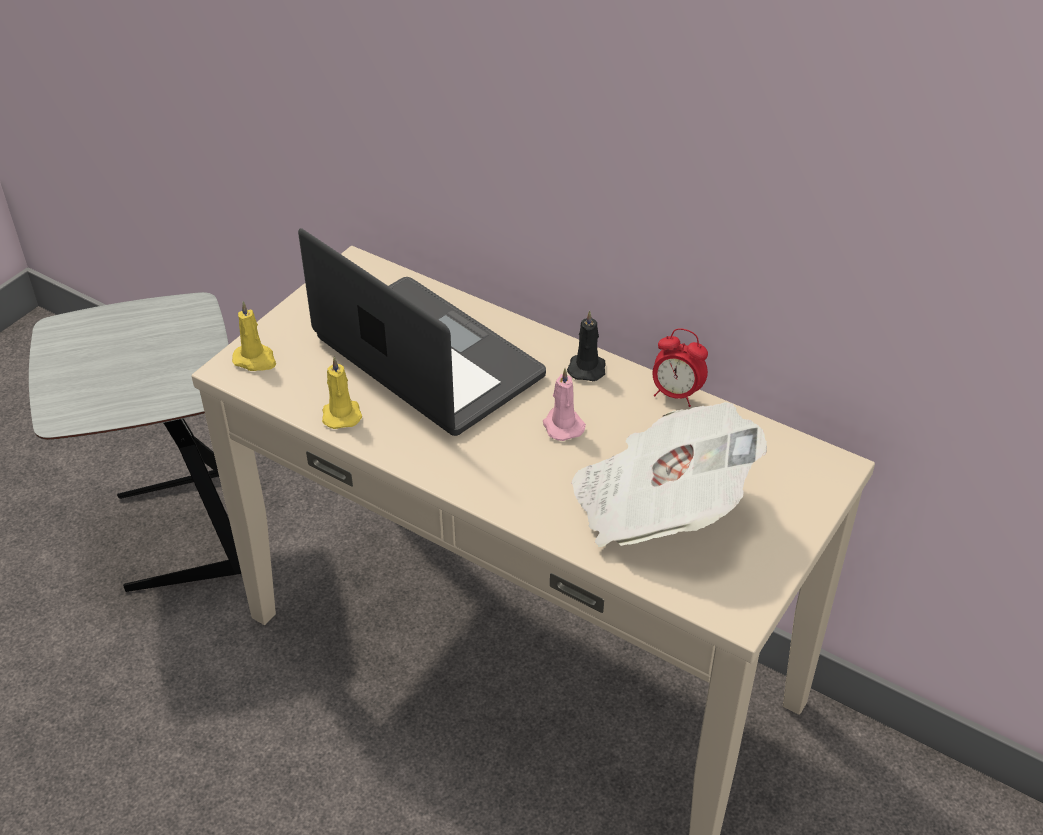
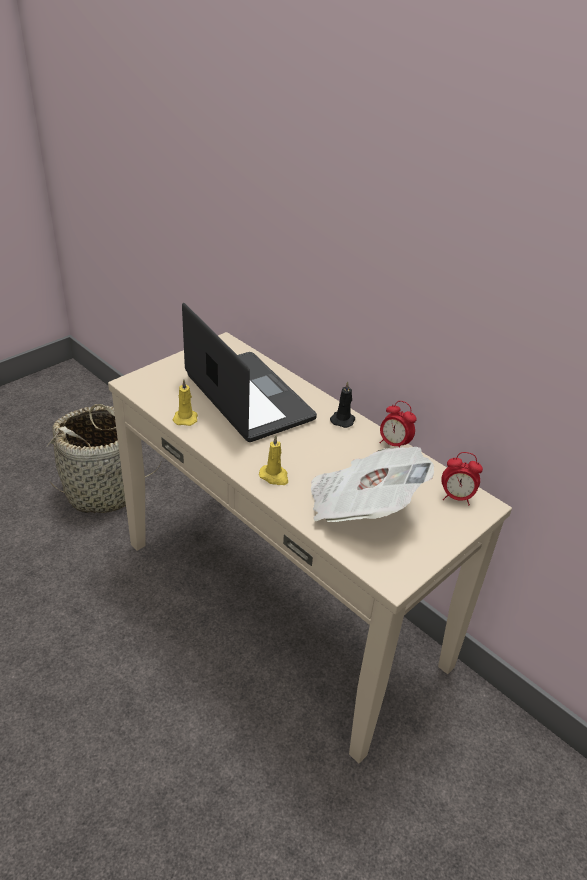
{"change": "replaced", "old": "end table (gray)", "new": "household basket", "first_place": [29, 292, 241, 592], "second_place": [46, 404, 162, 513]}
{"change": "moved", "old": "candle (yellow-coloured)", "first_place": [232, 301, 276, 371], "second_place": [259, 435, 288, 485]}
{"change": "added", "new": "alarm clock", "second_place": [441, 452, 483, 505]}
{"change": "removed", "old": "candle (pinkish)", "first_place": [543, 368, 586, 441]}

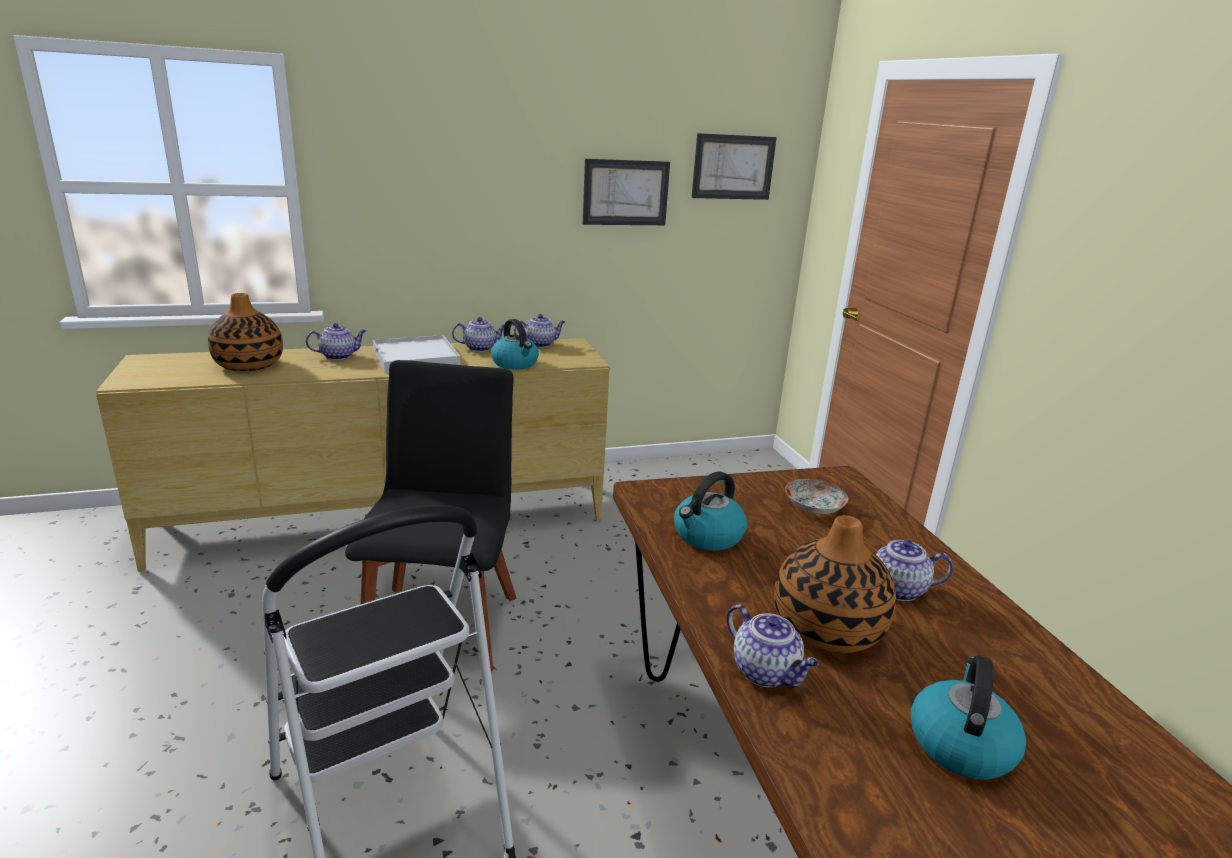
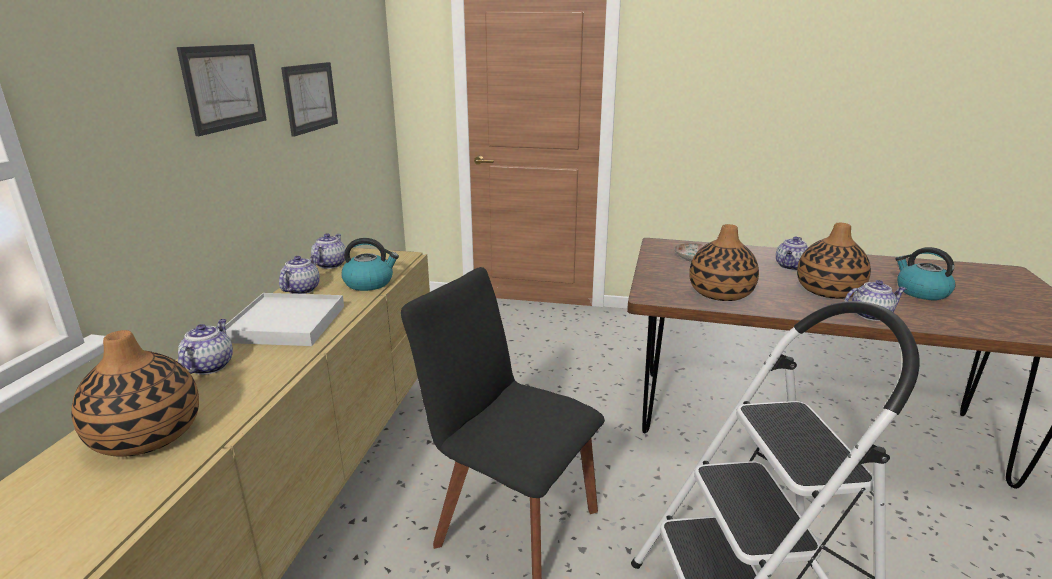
{"change": "moved", "old": "wall picture", "first_place": [691, 133, 777, 200], "second_place": [177, 44, 266, 136]}
{"change": "replaced", "old": "kettle", "new": "flower vase", "first_place": [674, 471, 747, 551], "second_place": [689, 224, 759, 301]}

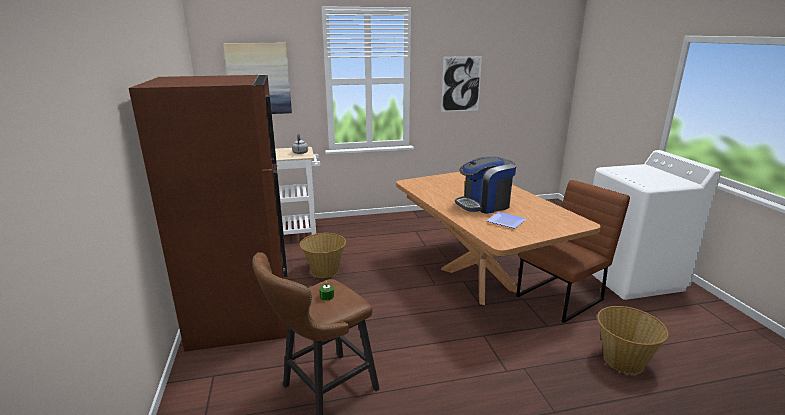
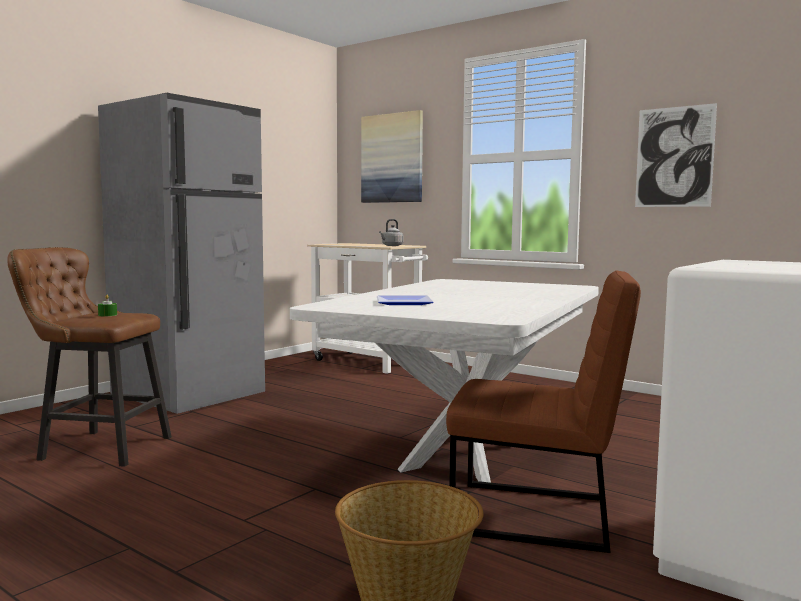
{"change": "recoloured", "old": "refrigerator (brown-coloured)", "new": "refrigerator (gray)", "first_place": [129, 75, 288, 352], "second_place": [98, 93, 265, 414]}
{"change": "recoloured", "old": "kitchen table (brown-coloured)", "new": "kitchen table (white-coloured)", "first_place": [396, 172, 601, 305], "second_place": [290, 279, 599, 483]}
{"change": "removed", "old": "household basket", "first_place": [300, 233, 346, 278]}
{"change": "removed", "old": "coffee maker", "first_place": [455, 156, 516, 214]}

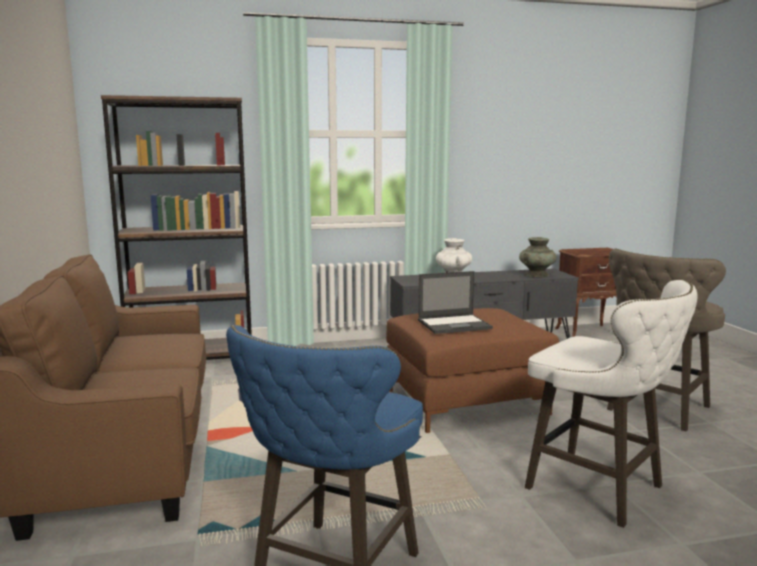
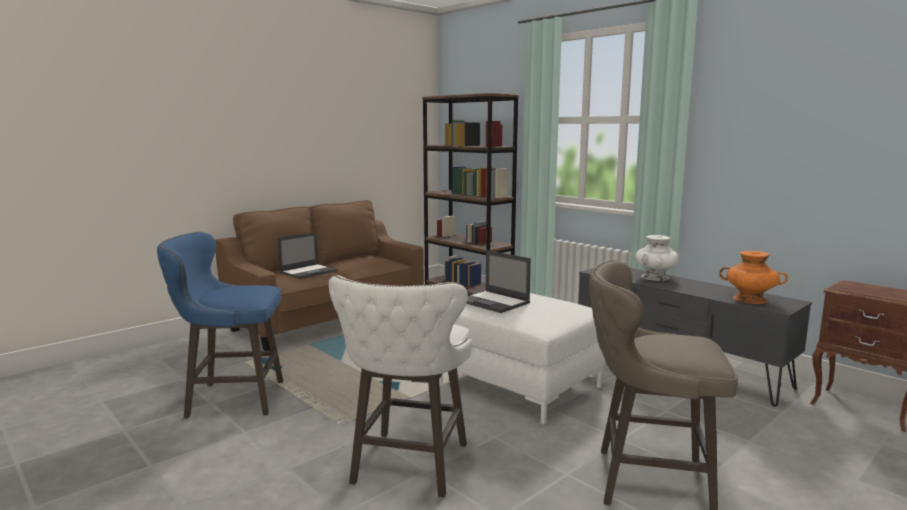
{"change": "added", "new": "laptop", "second_place": [278, 232, 337, 279]}
{"change": "recoloured", "old": "pouffe (brown-coloured)", "new": "pouffe (white-coloured)", "first_place": [386, 308, 559, 433], "second_place": [439, 293, 606, 424]}
{"change": "recoloured", "old": "flower vase (turquoise-coloured)", "new": "flower vase (orange-coloured)", "first_place": [519, 237, 557, 277], "second_place": [719, 251, 788, 304]}

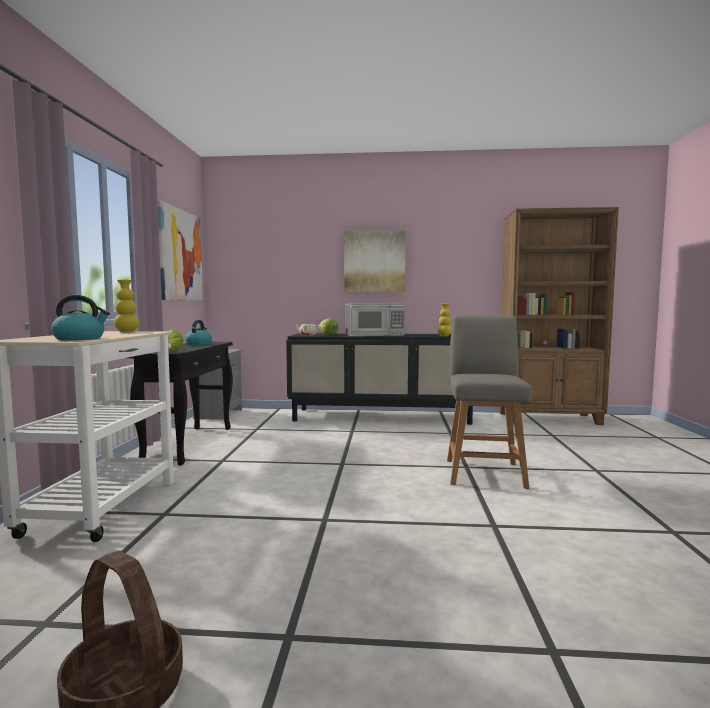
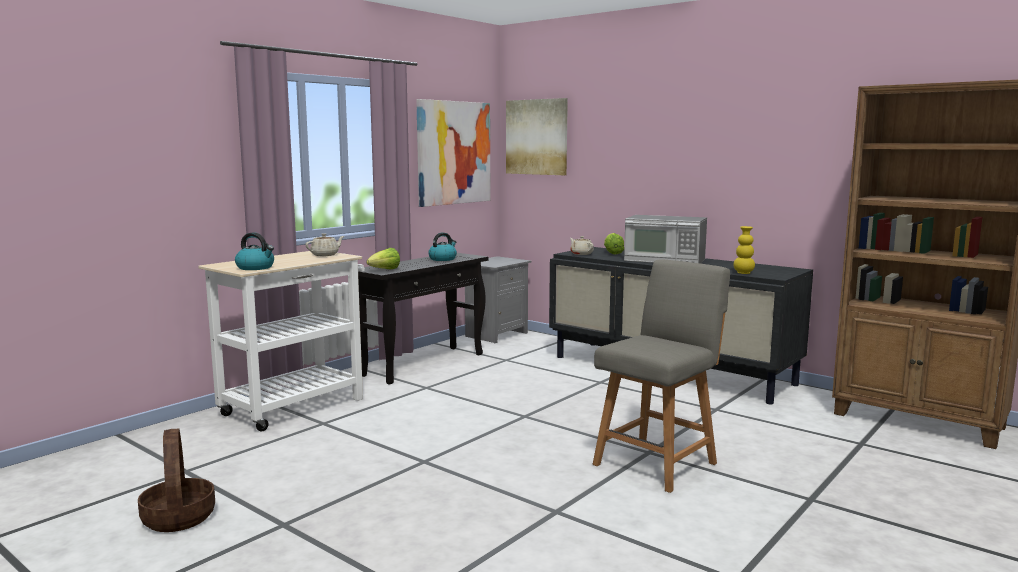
{"change": "replaced", "old": "flower vase (yellow-coloured)", "new": "pot for tea (beige-coloured)", "first_place": [114, 280, 139, 332], "second_place": [305, 233, 344, 256]}
{"change": "moved", "old": "wall picture", "first_place": [344, 230, 406, 292], "second_place": [506, 98, 568, 175]}

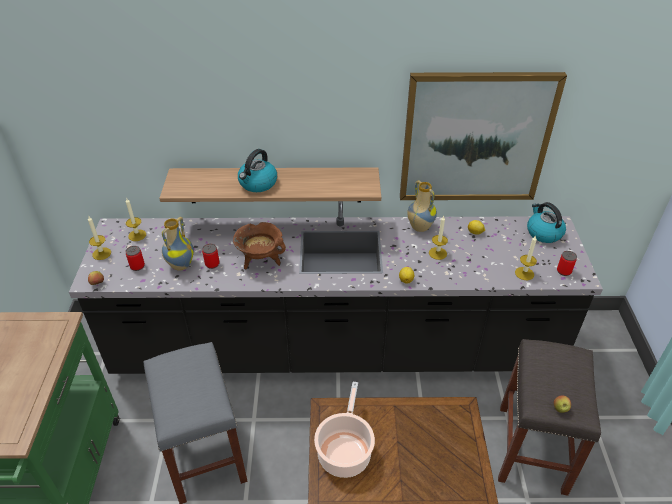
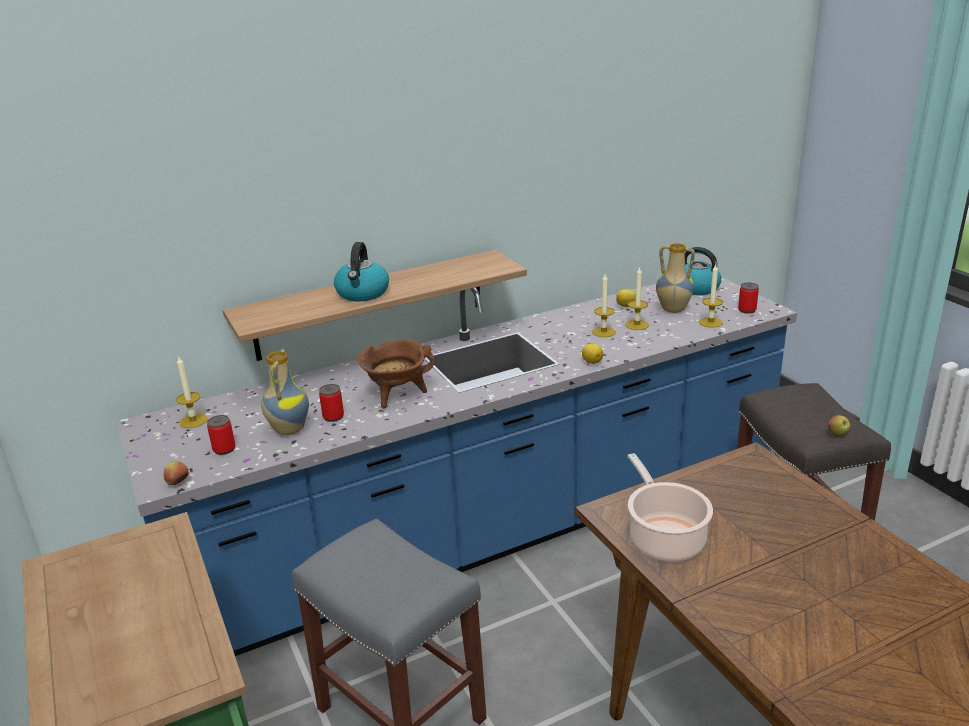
{"change": "recoloured", "old": "kitchen counter (black-coloured)", "new": "kitchen counter (blue)", "first_place": [69, 201, 603, 374], "second_place": [117, 277, 797, 656]}
{"change": "moved", "old": "candle", "first_place": [88, 216, 111, 260], "second_place": [625, 266, 649, 330]}
{"change": "moved", "old": "flower vase", "first_place": [407, 180, 437, 232], "second_place": [656, 243, 695, 313]}
{"change": "removed", "old": "wall picture", "first_place": [400, 72, 567, 200]}

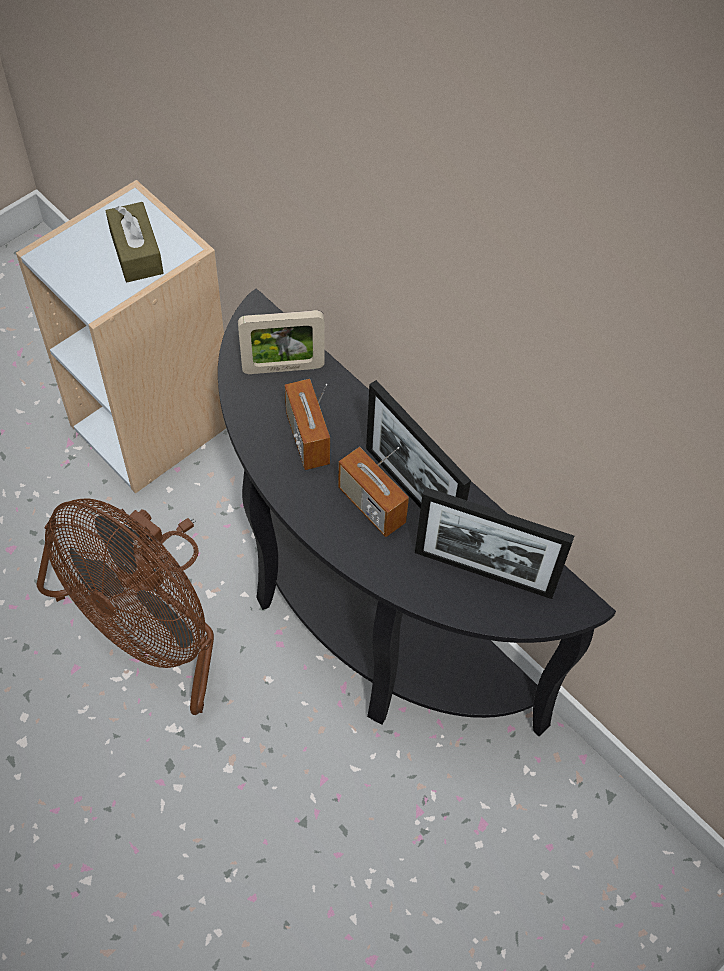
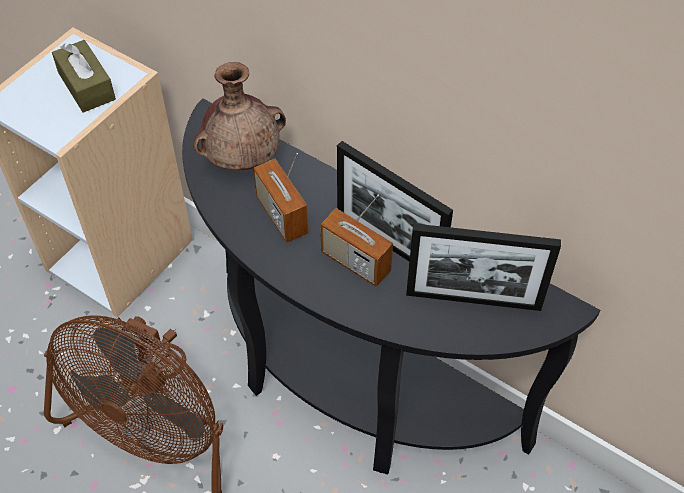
{"change": "replaced", "old": "photo frame", "new": "flower vase (brown-coloured)", "first_place": [238, 310, 325, 374], "second_place": [193, 62, 286, 170]}

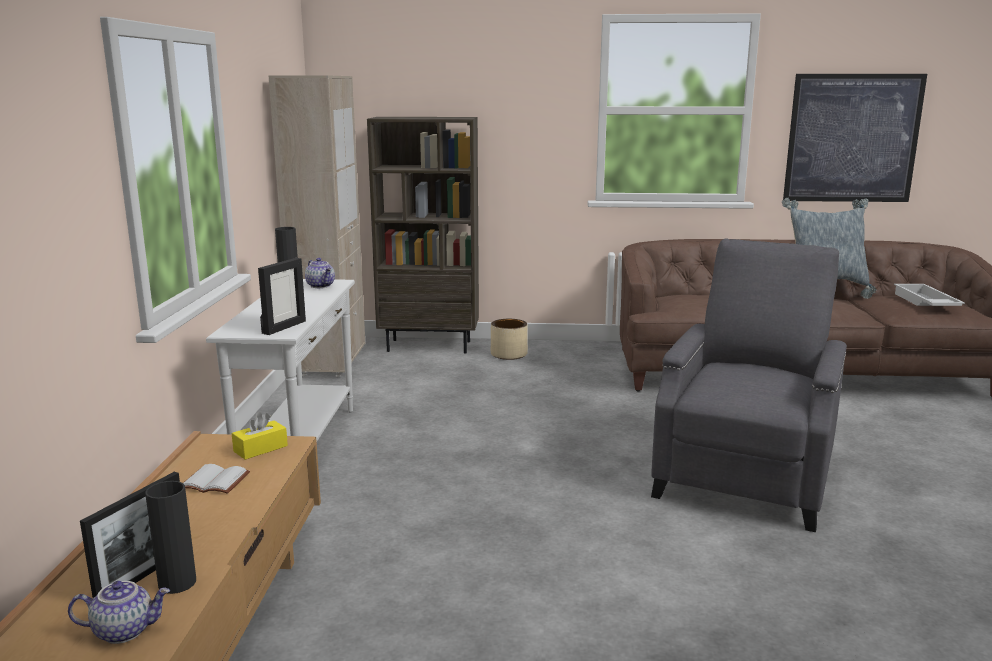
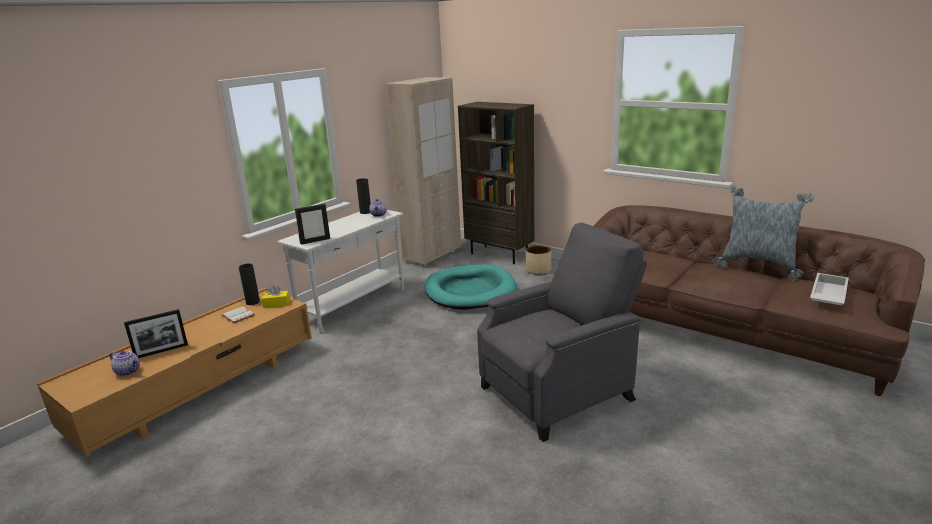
{"change": "moved", "old": "flower vase (black-coloured)", "first_place": [145, 481, 196, 594], "second_place": [239, 264, 260, 305]}
{"change": "added", "new": "dog bed (turquoise-coloured)", "second_place": [425, 264, 517, 310]}
{"change": "removed", "old": "wall picture", "first_place": [783, 74, 927, 202]}

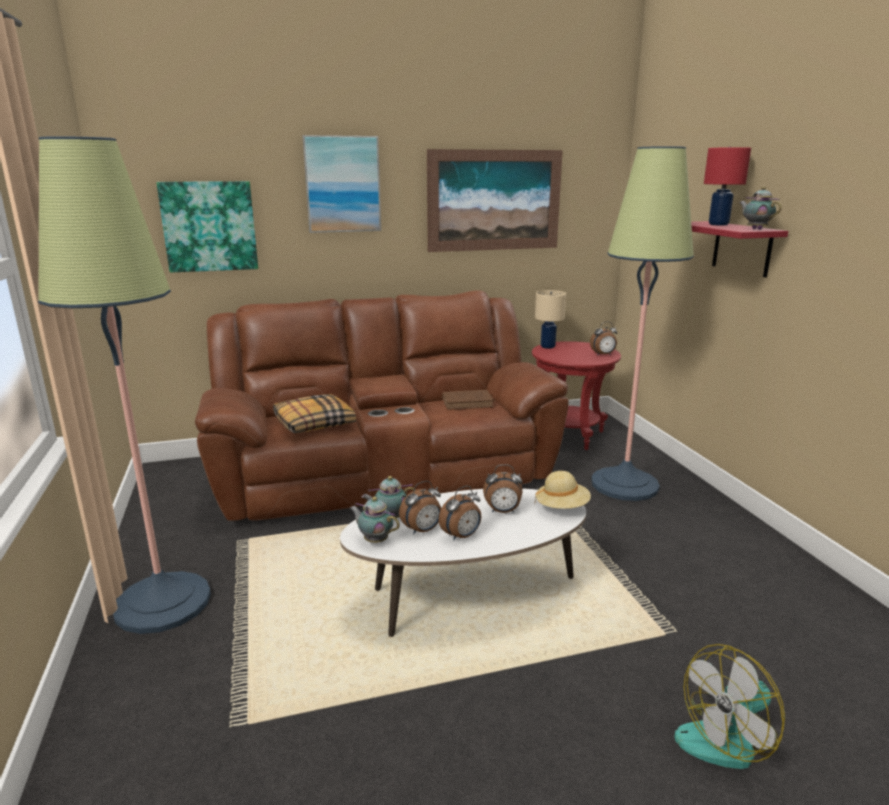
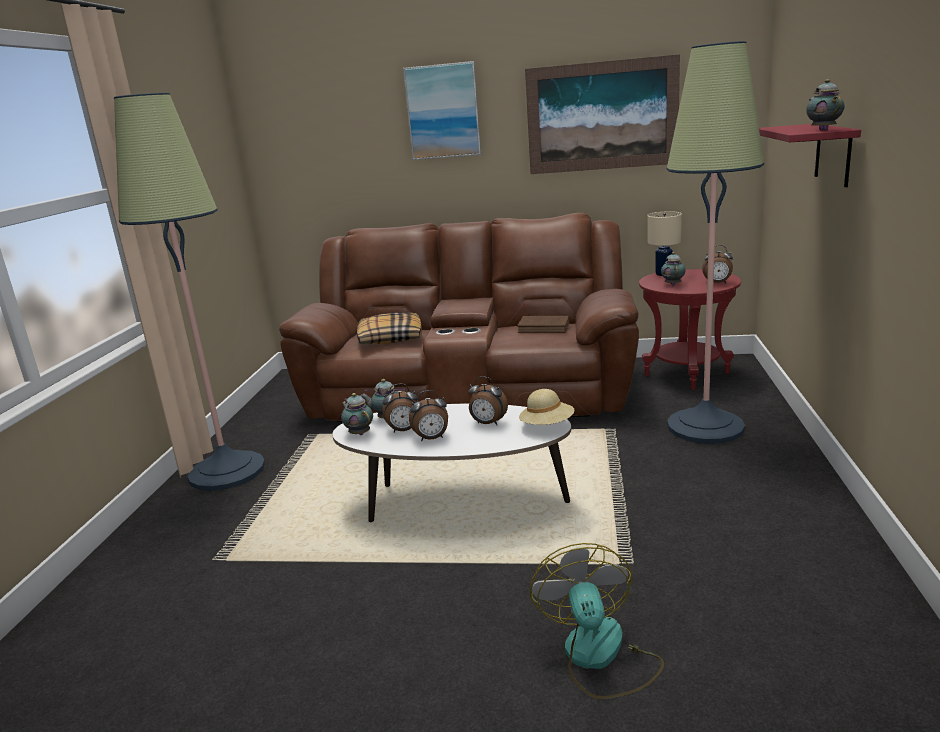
{"change": "turned", "old": "cooling fan", "first_place": [674, 644, 785, 769], "second_place": [530, 543, 664, 699], "degrees": 90}
{"change": "added", "new": "pot for tea", "second_place": [661, 252, 686, 286]}
{"change": "removed", "old": "wall picture", "first_place": [157, 181, 258, 273]}
{"change": "removed", "old": "lamp for a table (reddish)", "first_place": [704, 146, 751, 226]}

